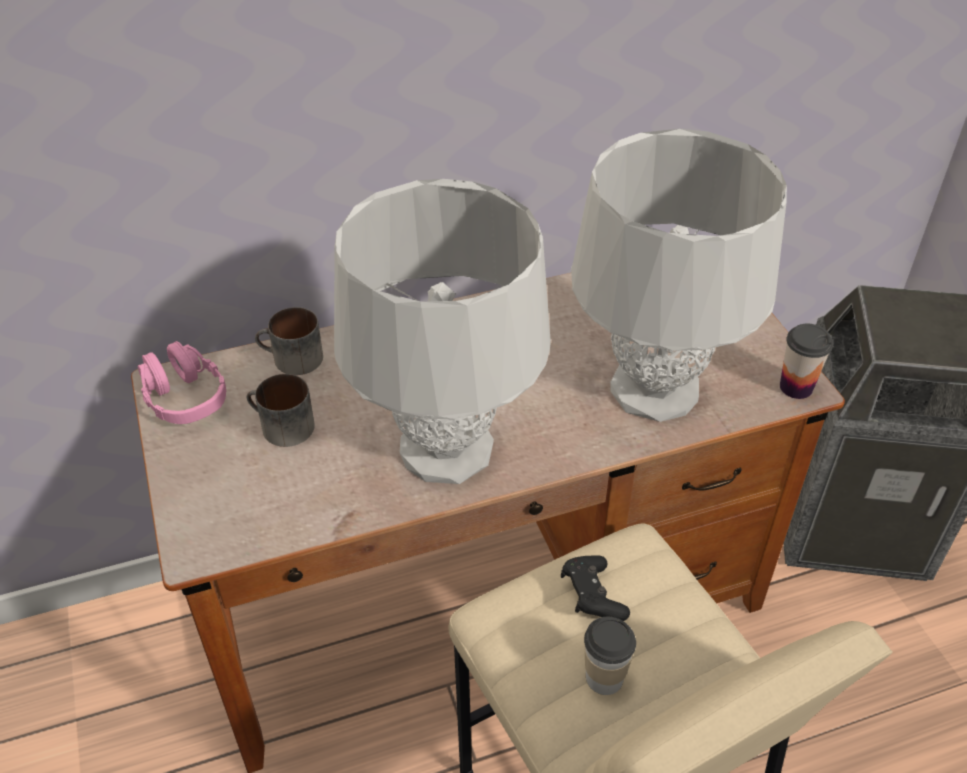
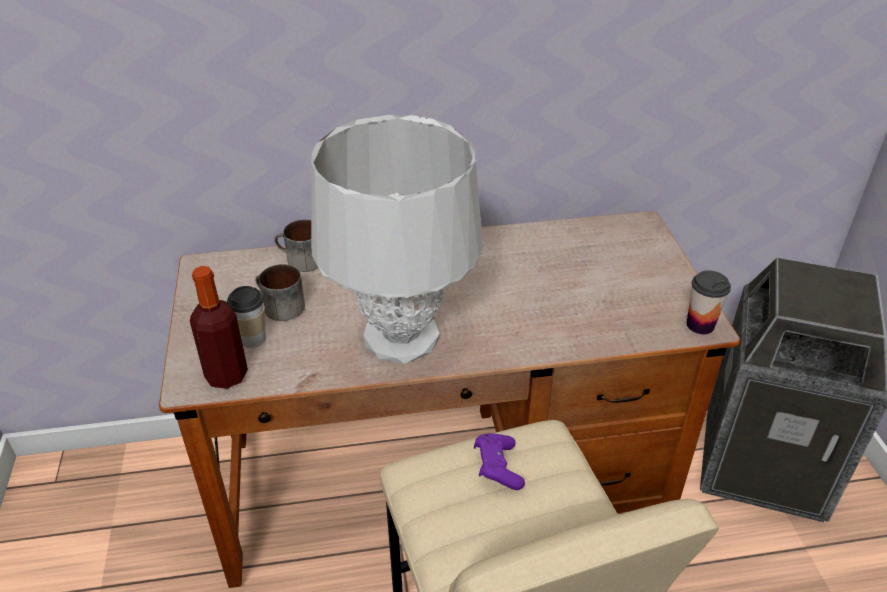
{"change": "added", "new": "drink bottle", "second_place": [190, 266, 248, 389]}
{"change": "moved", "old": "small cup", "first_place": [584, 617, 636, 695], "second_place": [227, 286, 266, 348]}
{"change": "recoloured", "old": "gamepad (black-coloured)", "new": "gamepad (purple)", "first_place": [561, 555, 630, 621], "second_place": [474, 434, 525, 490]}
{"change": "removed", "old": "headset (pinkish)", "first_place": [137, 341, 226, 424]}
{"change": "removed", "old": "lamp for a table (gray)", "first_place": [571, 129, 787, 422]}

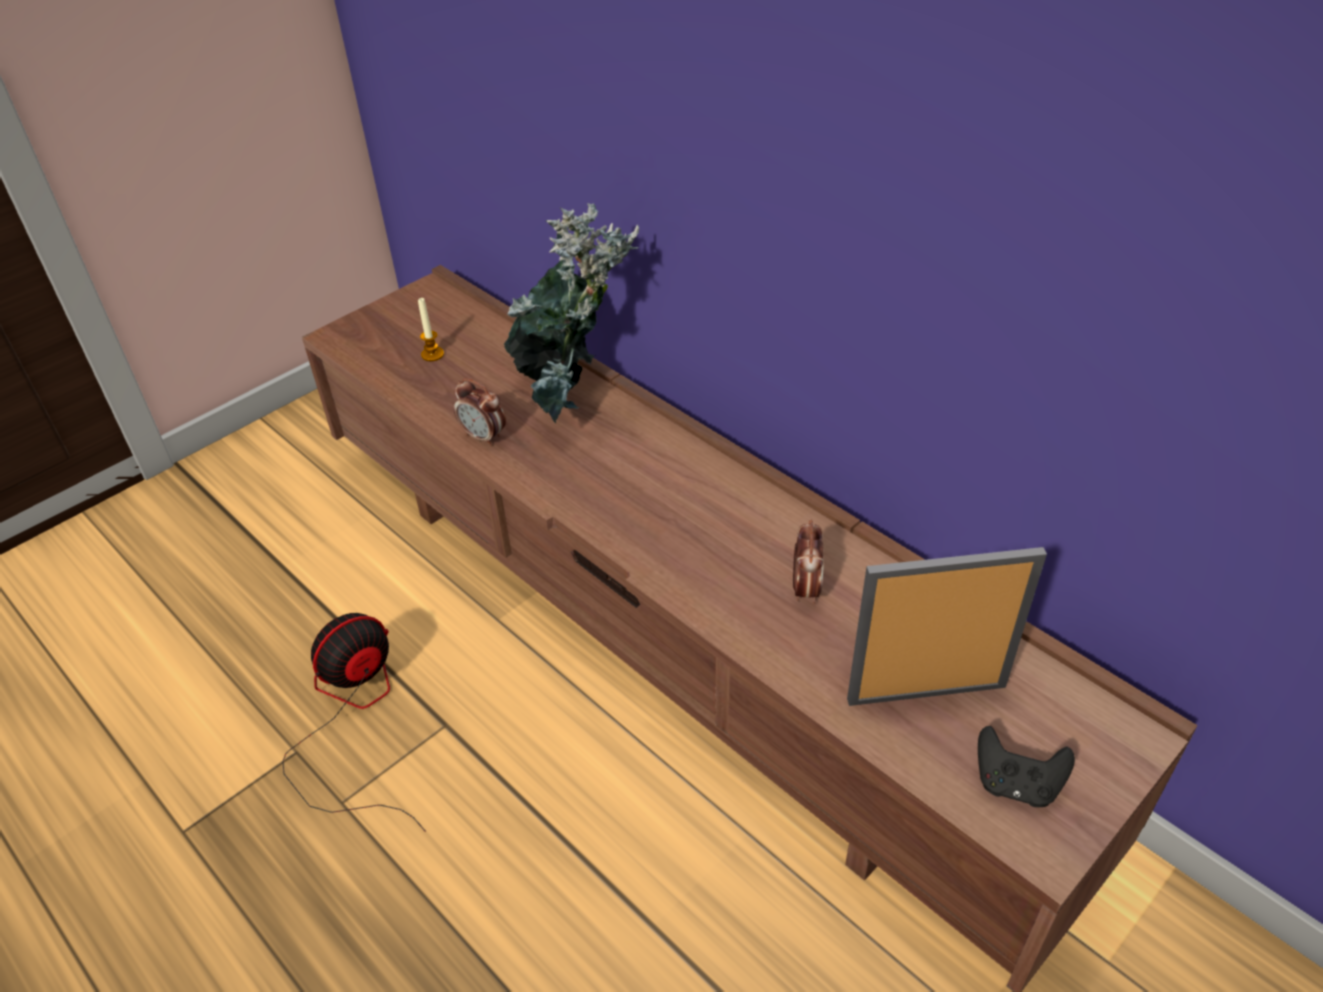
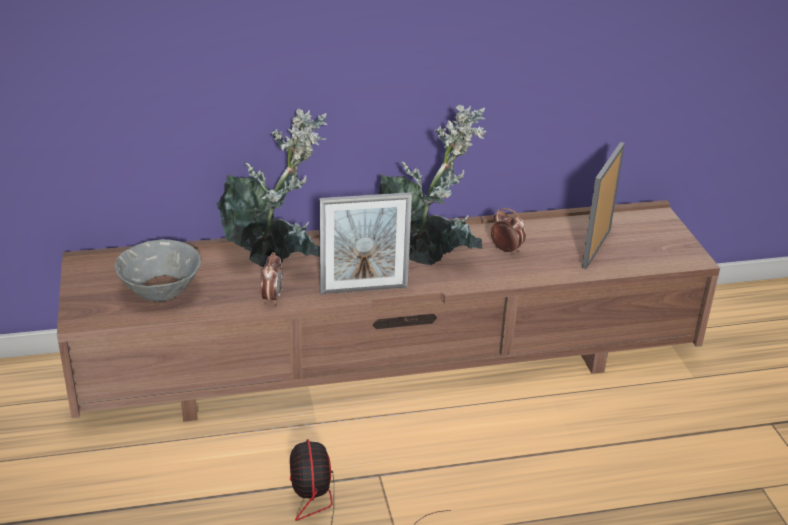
{"change": "replaced", "old": "candle", "new": "bowl (gray)", "first_place": [418, 297, 444, 361], "second_place": [115, 239, 201, 302]}
{"change": "turned", "old": "alarm clock", "first_place": [454, 378, 506, 446], "second_place": [261, 252, 283, 305], "degrees": -60}
{"change": "added", "new": "photo frame", "second_place": [319, 192, 412, 294]}
{"change": "added", "new": "potted plant", "second_place": [379, 105, 487, 265]}
{"change": "removed", "old": "gamepad (black-coloured)", "first_place": [978, 726, 1075, 807]}

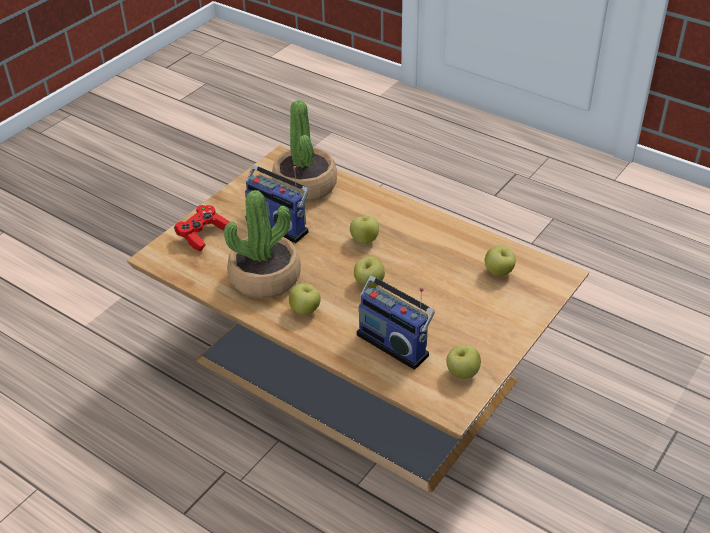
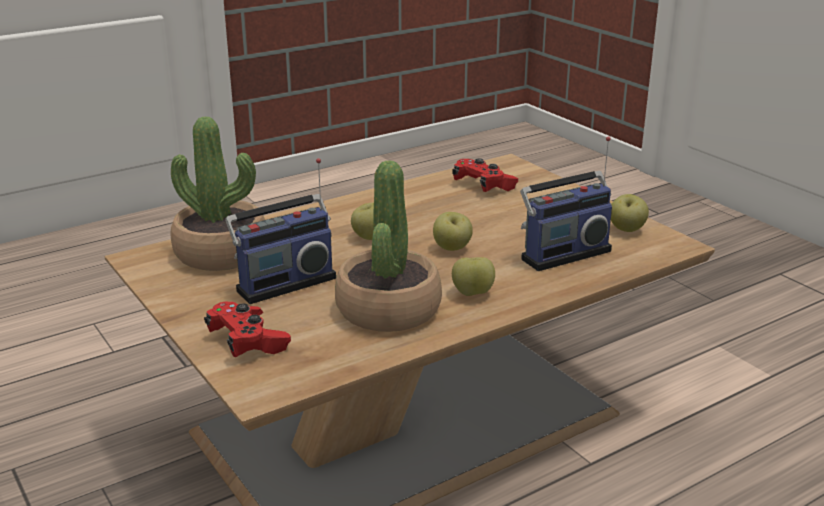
{"change": "replaced", "old": "whole apple", "new": "gamepad (reddish)", "first_place": [485, 245, 516, 276], "second_place": [453, 158, 518, 192]}

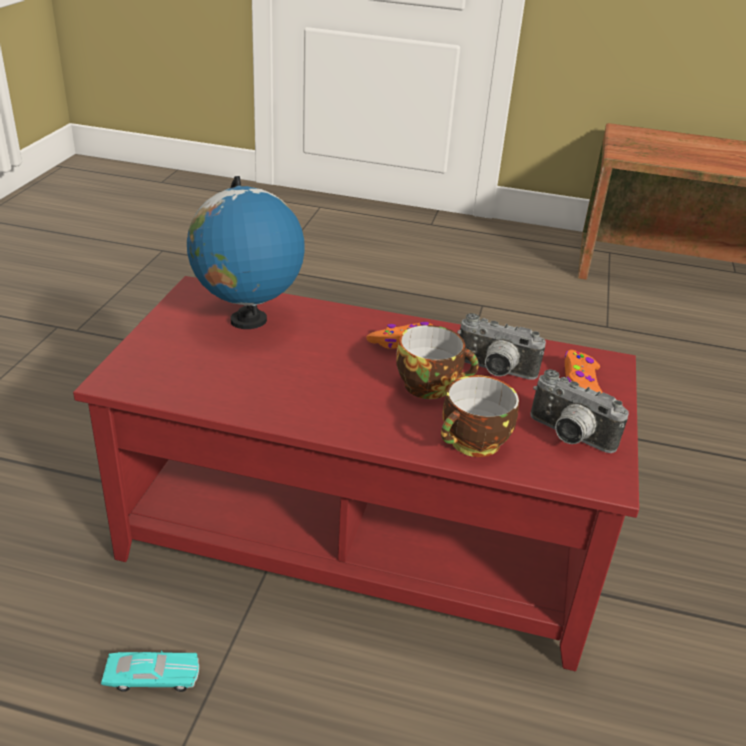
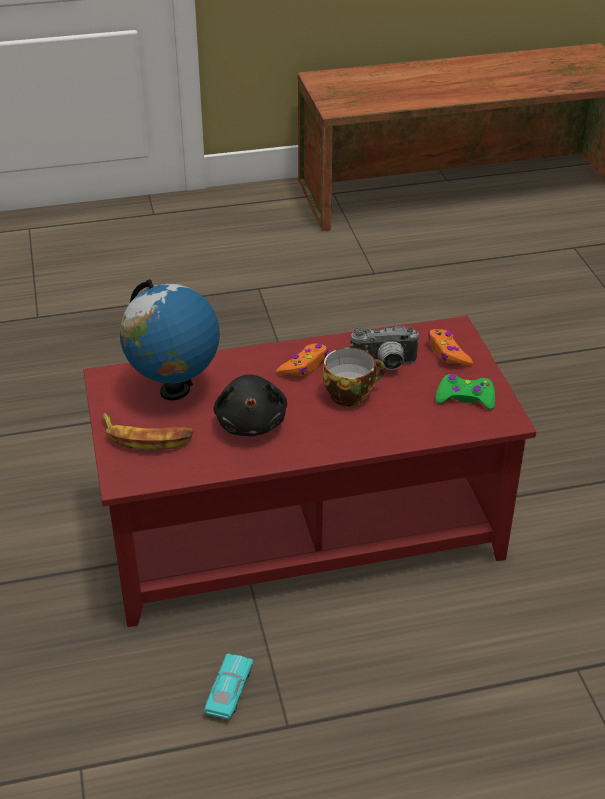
{"change": "added", "new": "banana fruit", "second_place": [103, 413, 194, 450]}
{"change": "turned", "old": "toy car (turquoise-coloured)", "first_place": [101, 650, 199, 692], "second_place": [204, 654, 253, 719], "degrees": -45}
{"change": "added", "new": "soft toy (black-coloured)", "second_place": [213, 374, 287, 436]}
{"change": "replaced", "old": "still camera", "new": "gamepad (green)", "first_place": [530, 369, 629, 453], "second_place": [436, 374, 495, 410]}
{"change": "removed", "old": "small cup", "first_place": [441, 375, 519, 457]}

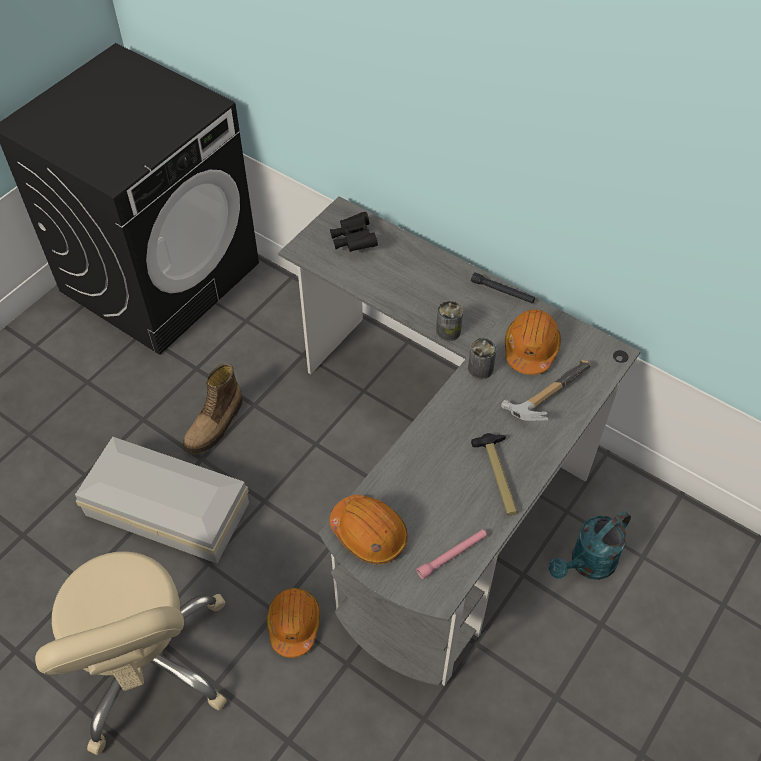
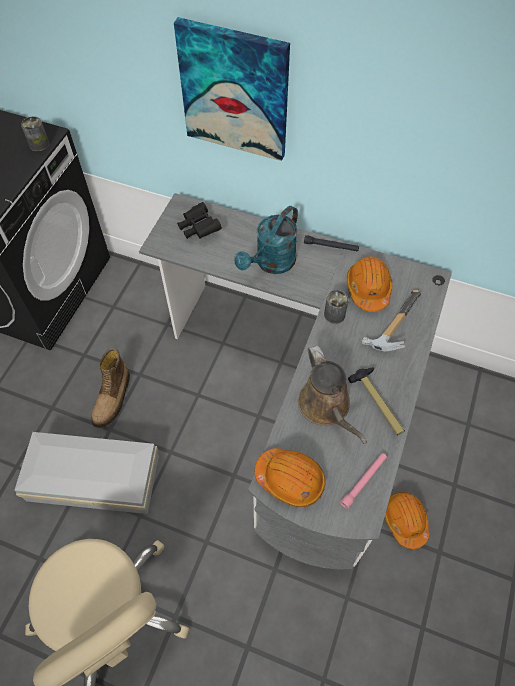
{"change": "moved", "old": "metal can", "first_place": [436, 301, 463, 341], "second_place": [21, 116, 49, 151]}
{"change": "added", "new": "wall picture", "second_place": [174, 17, 290, 161]}
{"change": "moved", "old": "sprinkling can (turquoise-coloured)", "first_place": [548, 511, 631, 580], "second_place": [234, 206, 298, 274]}
{"change": "added", "new": "sprinkling can (brown-coloured)", "second_place": [298, 345, 367, 444]}
{"change": "moved", "old": "work helmet (orange-coloured)", "first_place": [267, 588, 320, 658], "second_place": [385, 492, 429, 549]}

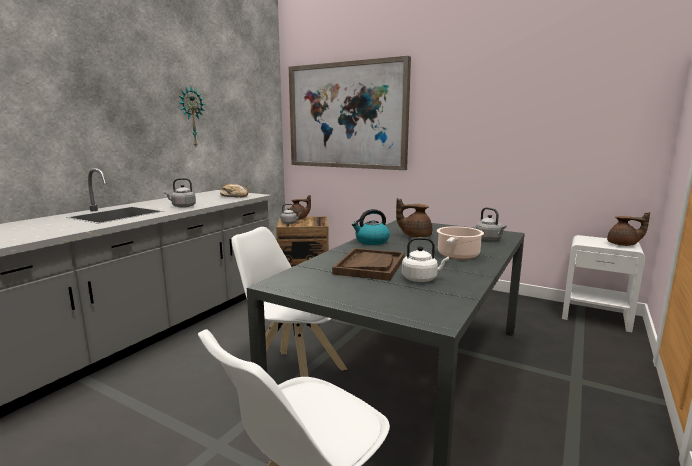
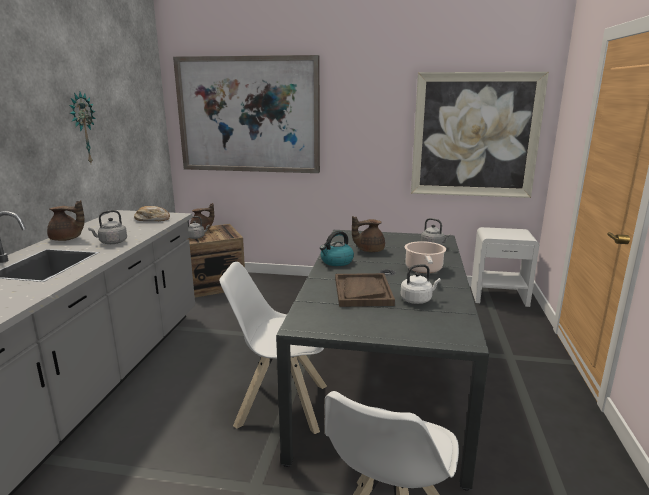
{"change": "moved", "old": "pot for tea (brown-coloured)", "first_place": [607, 212, 650, 246], "second_place": [47, 200, 85, 241]}
{"change": "added", "new": "wall picture", "second_place": [411, 72, 549, 198]}

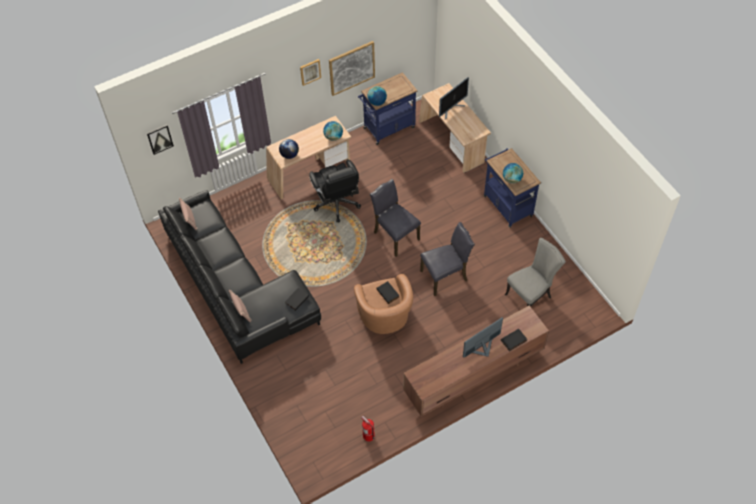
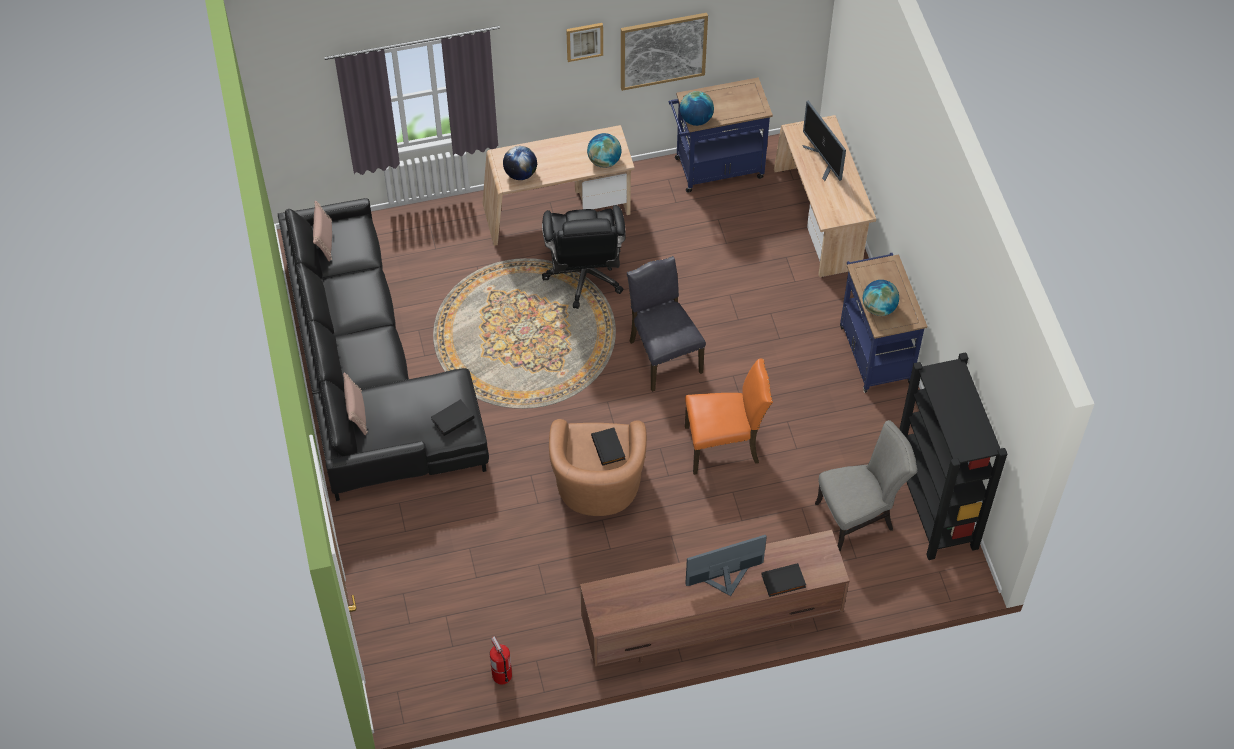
{"change": "recoloured", "old": "chair (gray)", "new": "chair (orange-coloured)", "first_place": [420, 222, 475, 296], "second_place": [685, 359, 773, 475]}
{"change": "turned", "old": "computer screen", "first_place": [439, 77, 469, 119], "second_place": [803, 100, 846, 181], "degrees": 90}
{"change": "added", "new": "bookshelf (black-coloured)", "second_place": [899, 352, 1007, 560]}
{"change": "removed", "old": "wall picture", "first_place": [147, 124, 174, 155]}

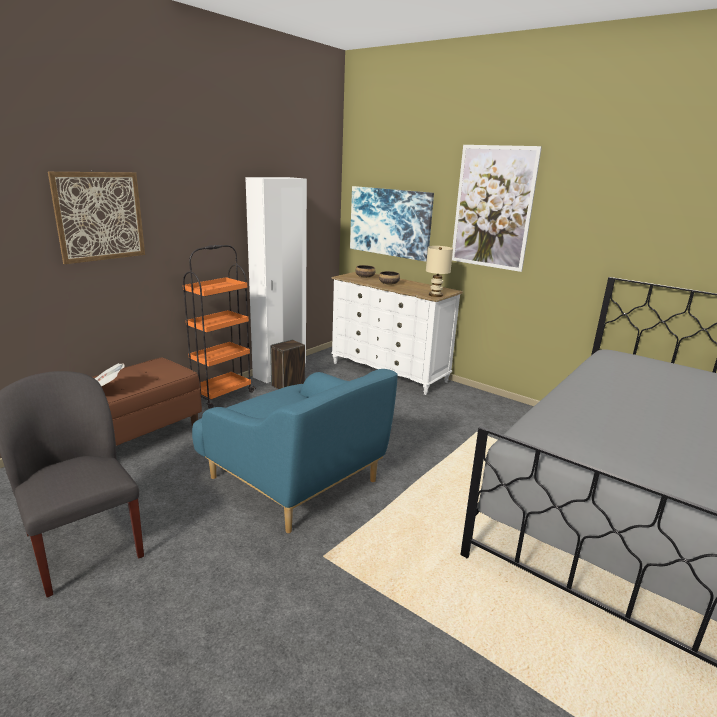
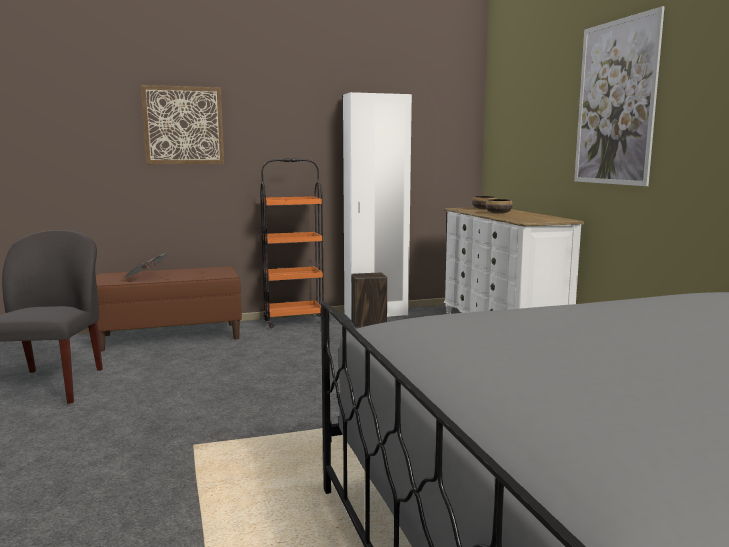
{"change": "removed", "old": "lounge chair (blue)", "first_place": [192, 369, 398, 533]}
{"change": "removed", "old": "wall picture", "first_place": [350, 186, 434, 262]}
{"change": "removed", "old": "lamp for a table (beige-coloured)", "first_place": [426, 246, 453, 297]}

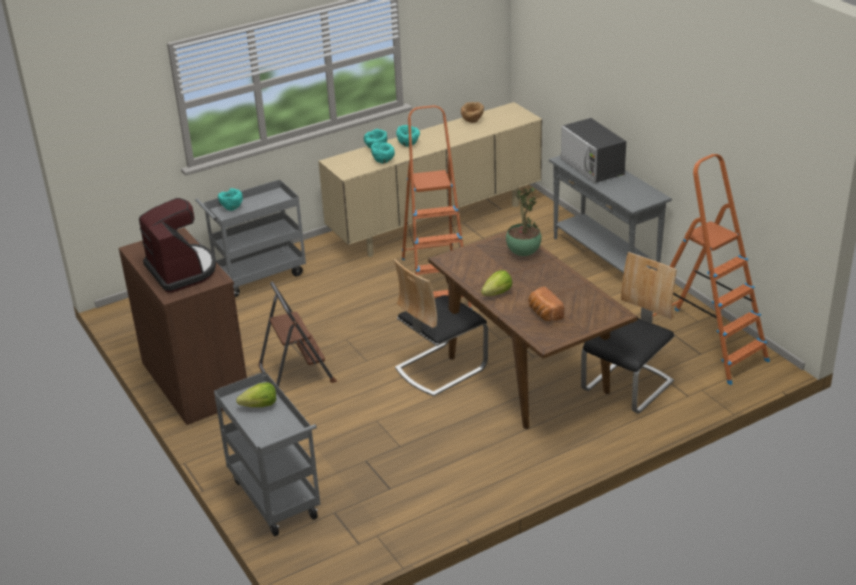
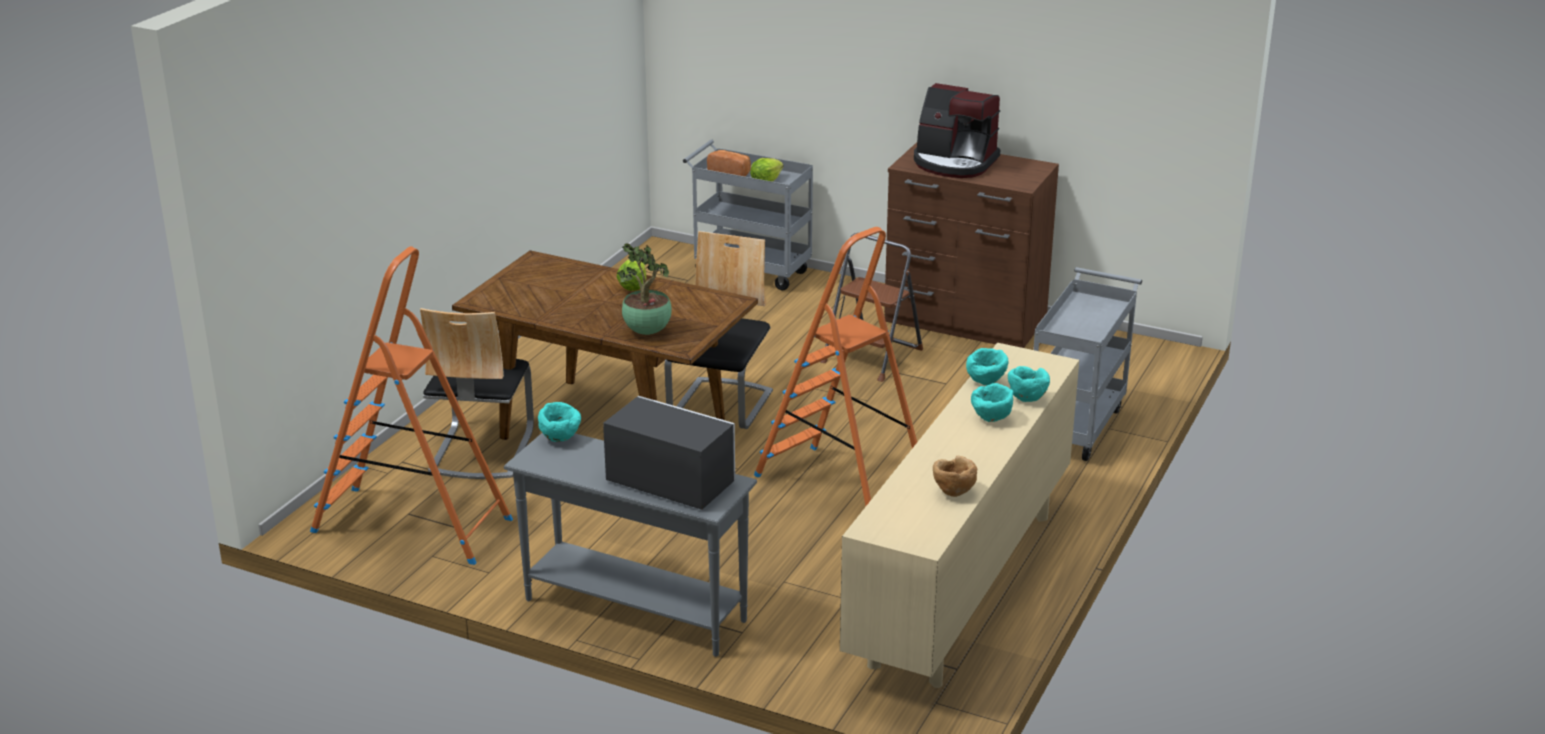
{"change": "moved", "old": "bowl (turquoise-coloured)", "first_place": [218, 188, 243, 211], "second_place": [538, 402, 581, 442]}
{"change": "moved", "old": "bakery bread", "first_place": [528, 287, 564, 321], "second_place": [707, 150, 751, 177]}

